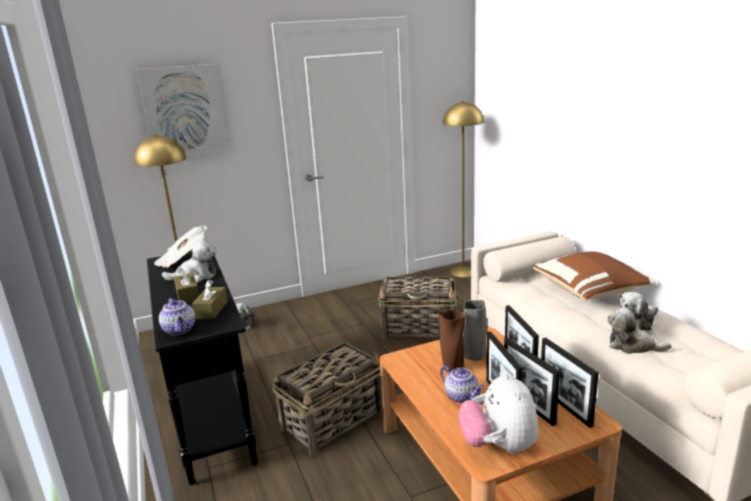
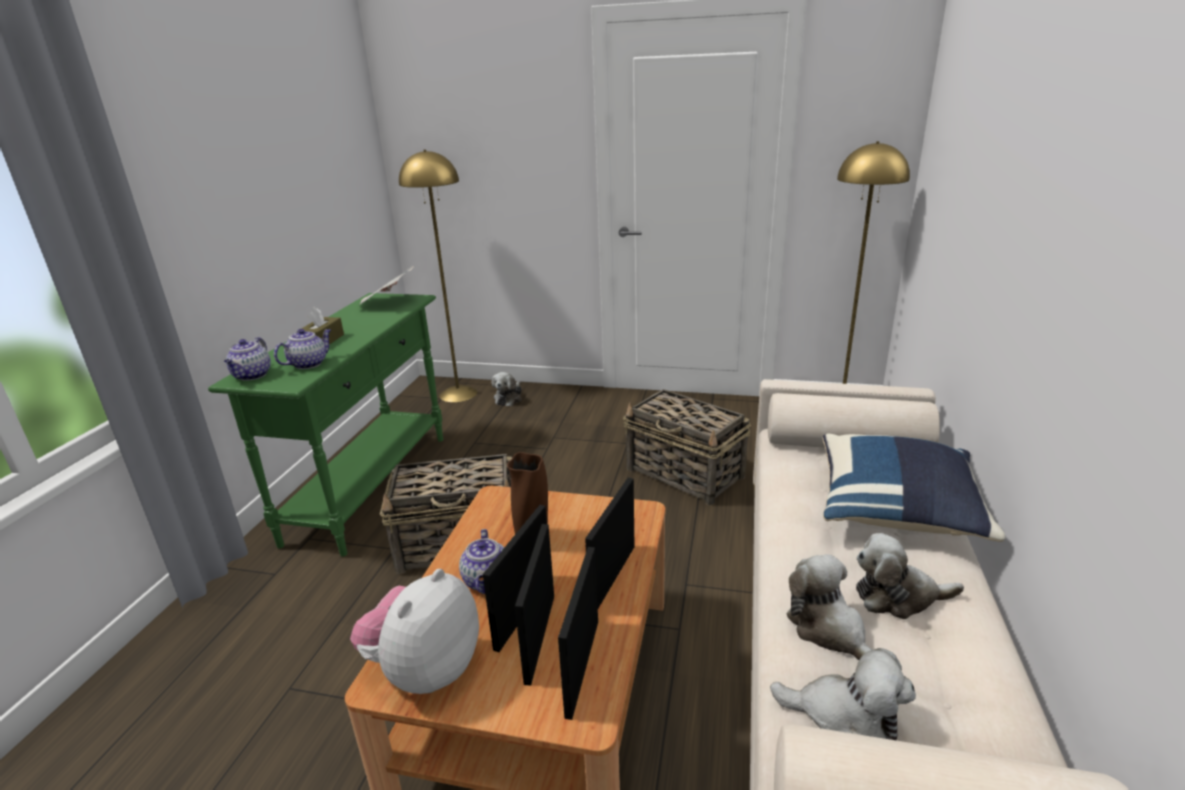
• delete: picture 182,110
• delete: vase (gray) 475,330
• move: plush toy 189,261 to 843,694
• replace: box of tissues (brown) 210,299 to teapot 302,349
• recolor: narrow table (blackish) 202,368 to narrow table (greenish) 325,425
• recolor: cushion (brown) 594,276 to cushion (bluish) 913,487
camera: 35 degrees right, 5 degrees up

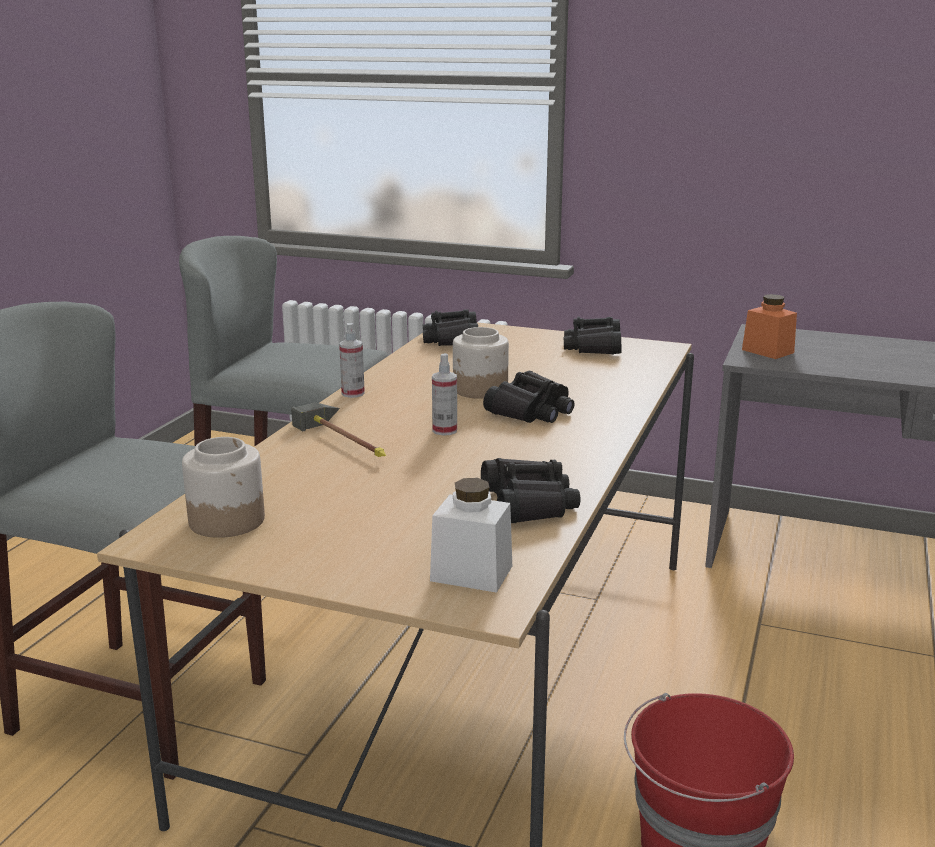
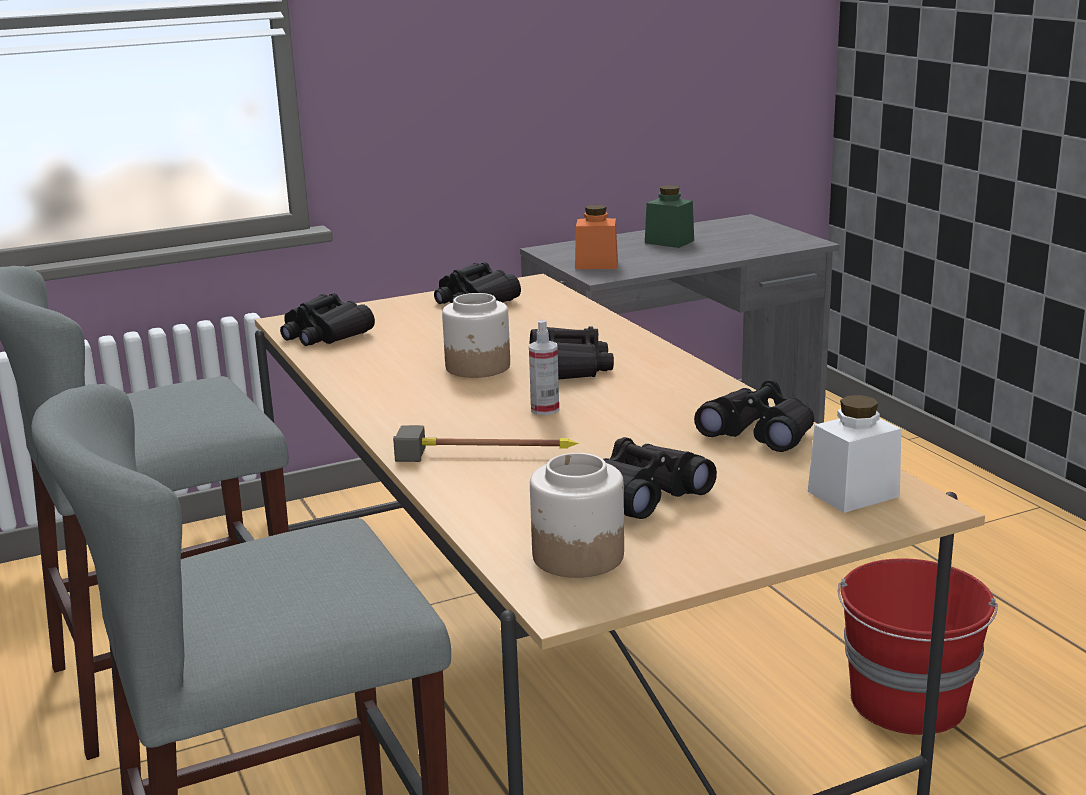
• delete: sprayer 352,360
• insert: field glasses (blackish) 660,478
• insert: preserve jar (greenish) 669,216
camera: 45 degrees left, 0 degrees up

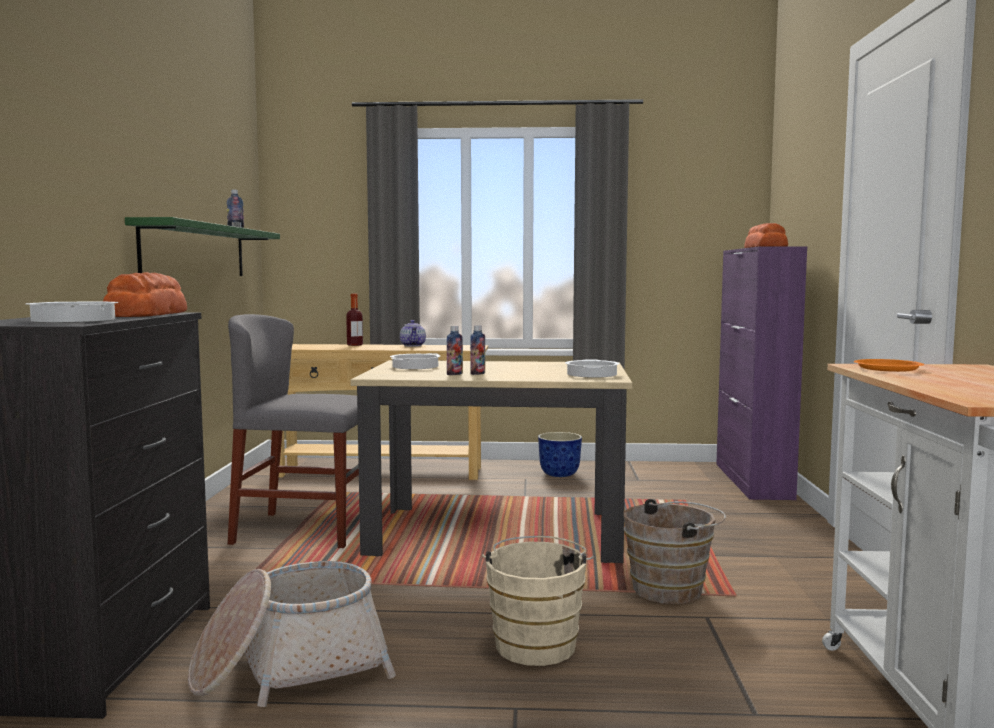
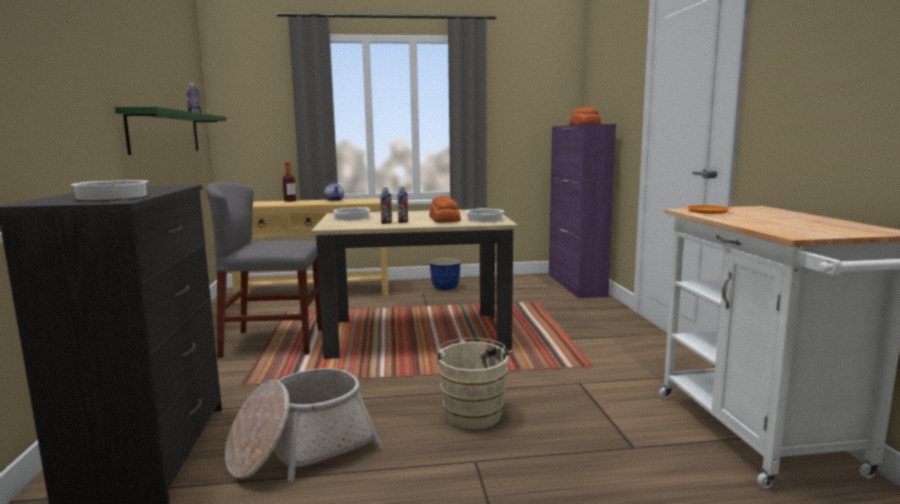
• delete: pail (brown) 675,551
• move: bread 145,294 to 445,209
camera: 10 degrees left, 5 degrees up

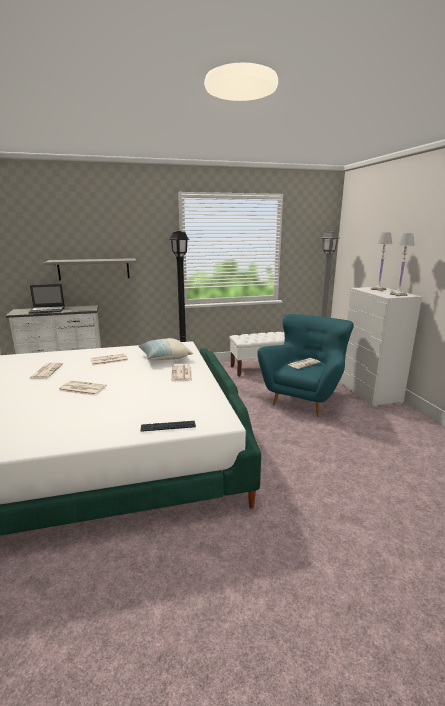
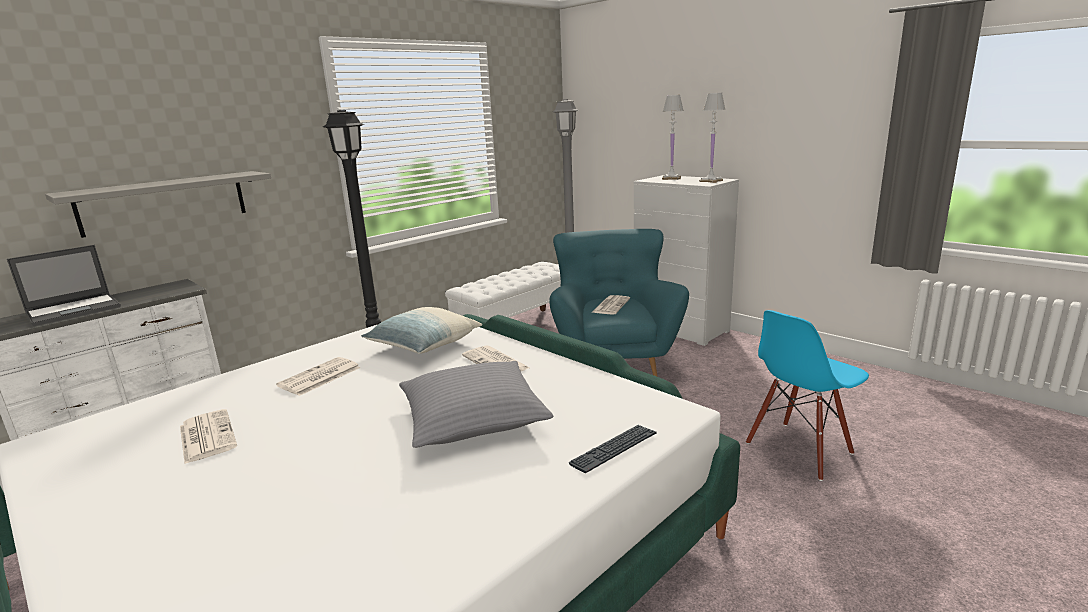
• delete: newspaper 82,388
• insert: cushion (gray) 476,404
• insert: chair (bluish) 807,395
camera: 30 degrees left, 0 degrees up

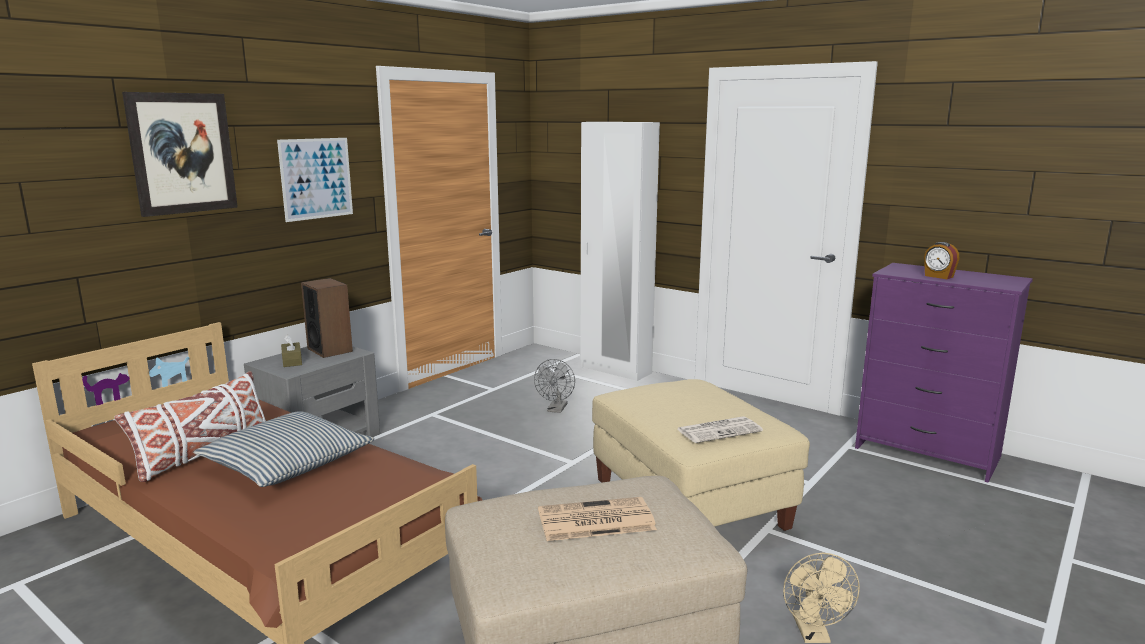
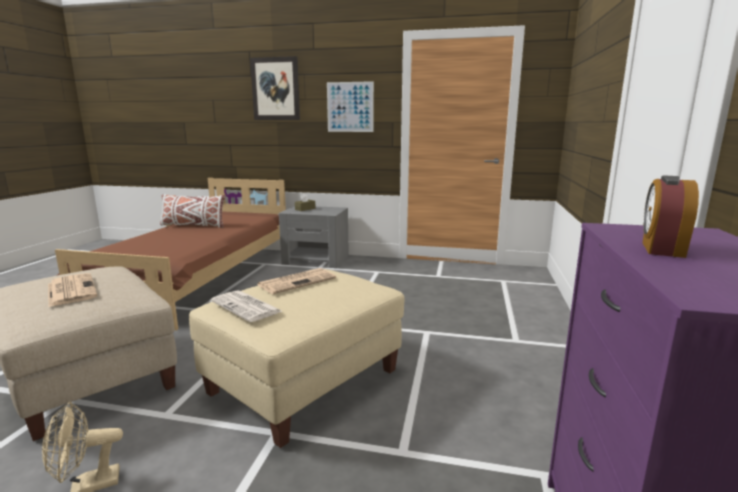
• delete: cushion 284,449
• delete: loudspeaker 327,318
• delete: fan (gray) 554,386
• delete: wardrobe (white) 620,251
• insert: newspaper 296,281
camera: 65 degrees right, 0 degrees up

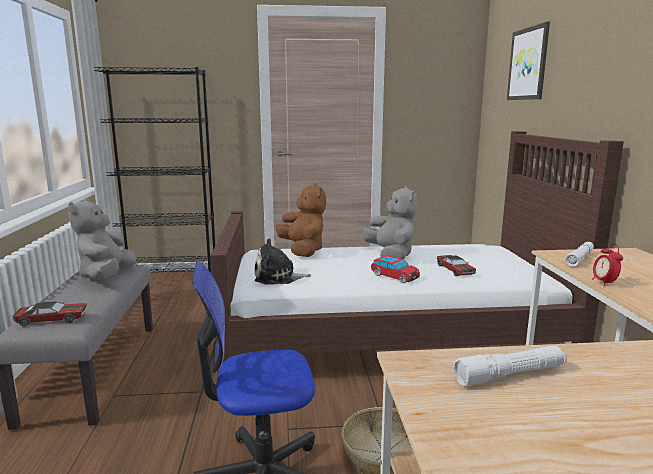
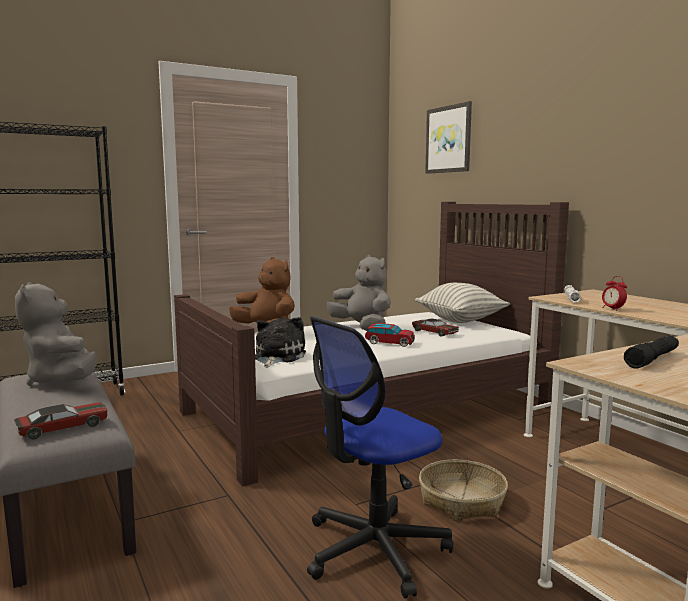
• insert: cushion 462,303
• recolor: hand torch (white) 510,366 to hand torch (blackish) 651,352
• rotate: plush toy 282,261 = 280,342 135 degrees clockwise
camera: 25 degrees left, 5 degrees down

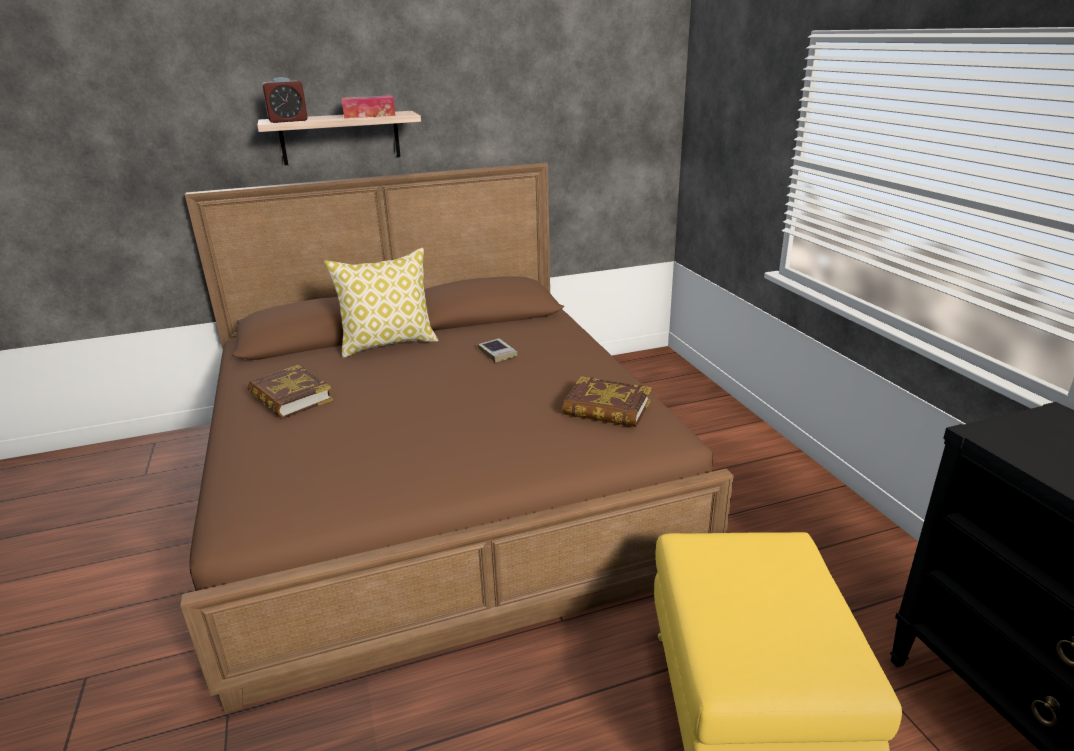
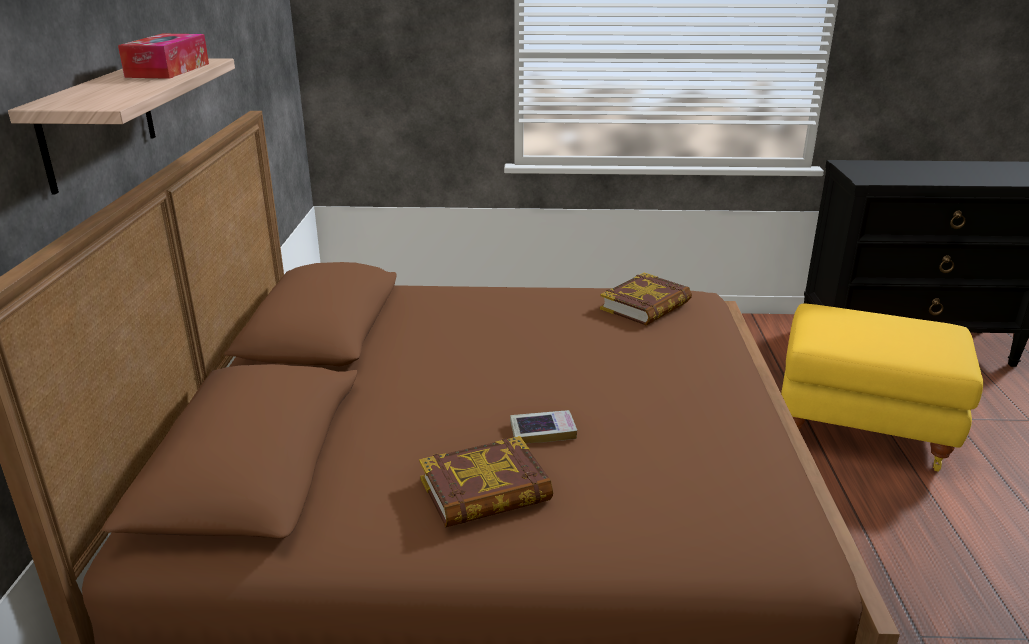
• delete: table clock 285,100
• delete: cushion 381,303
• move: bound book 497,350 to 543,427
camera: 70 degrees left, 0 degrees up

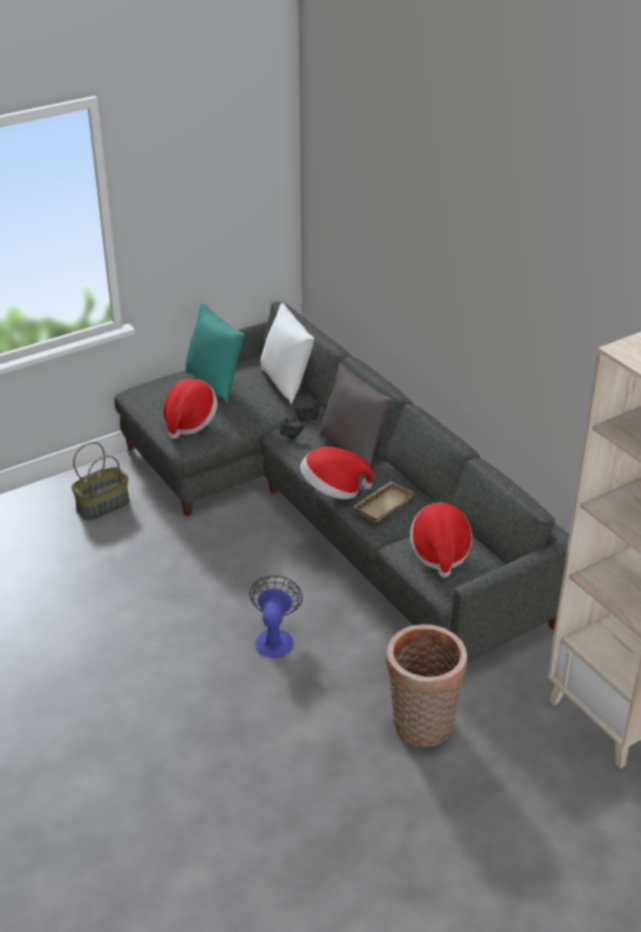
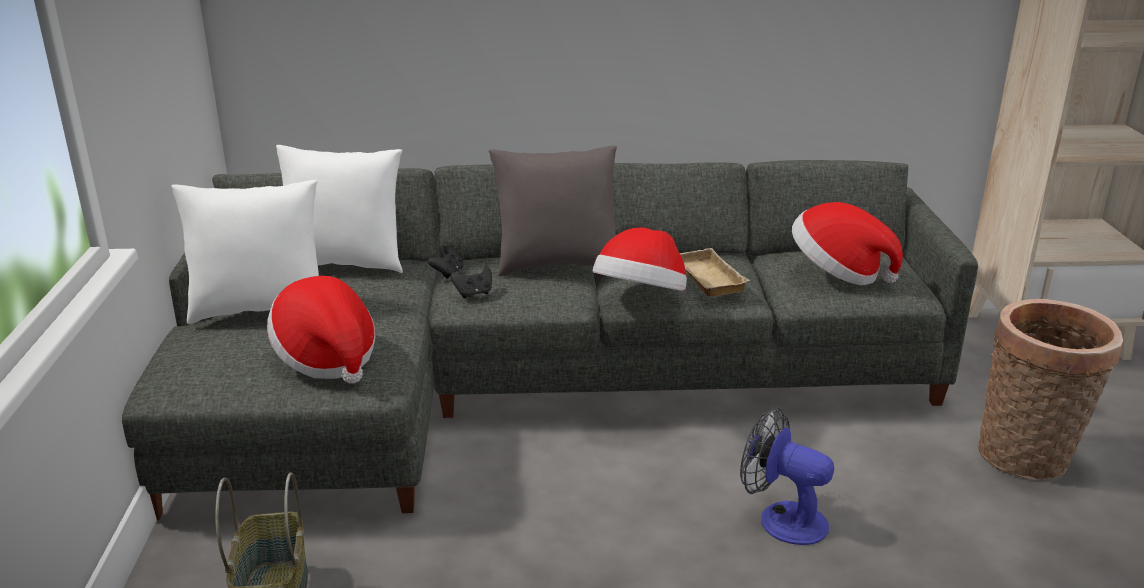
• recolor: cushion (blue-green) 215,353 to cushion (white) 245,252
camera: 60 degrees left, 10 degrees down

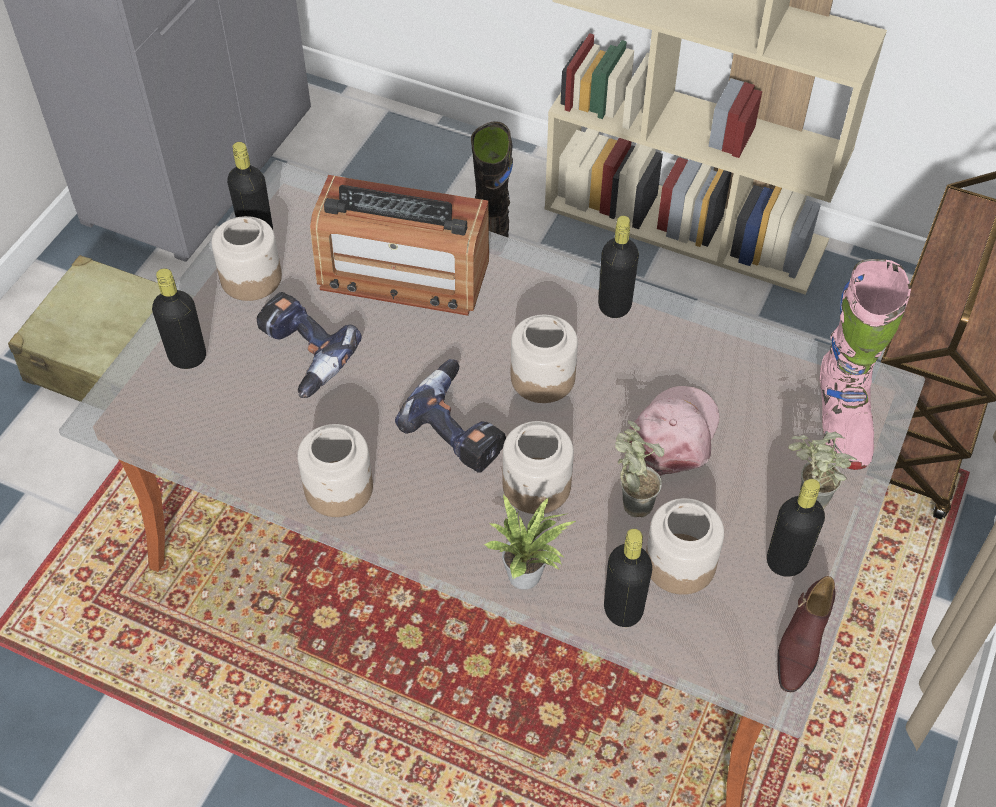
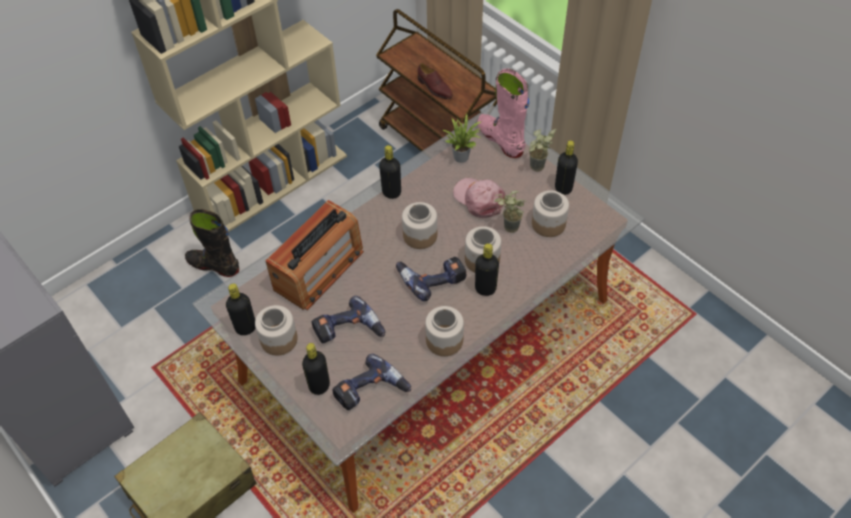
• insert: drill 372,382
• move: plant in a pot 530,541 to 462,138
• move: drink bottle (blackish) 628,578 to 487,269
• move: shoe (brown) 806,634 to 435,81
• rotate: tall boot (pink) 865,364 = 503,113 150 degrees counterclockwise
camera: 65 degrees left, 0 degrees up

